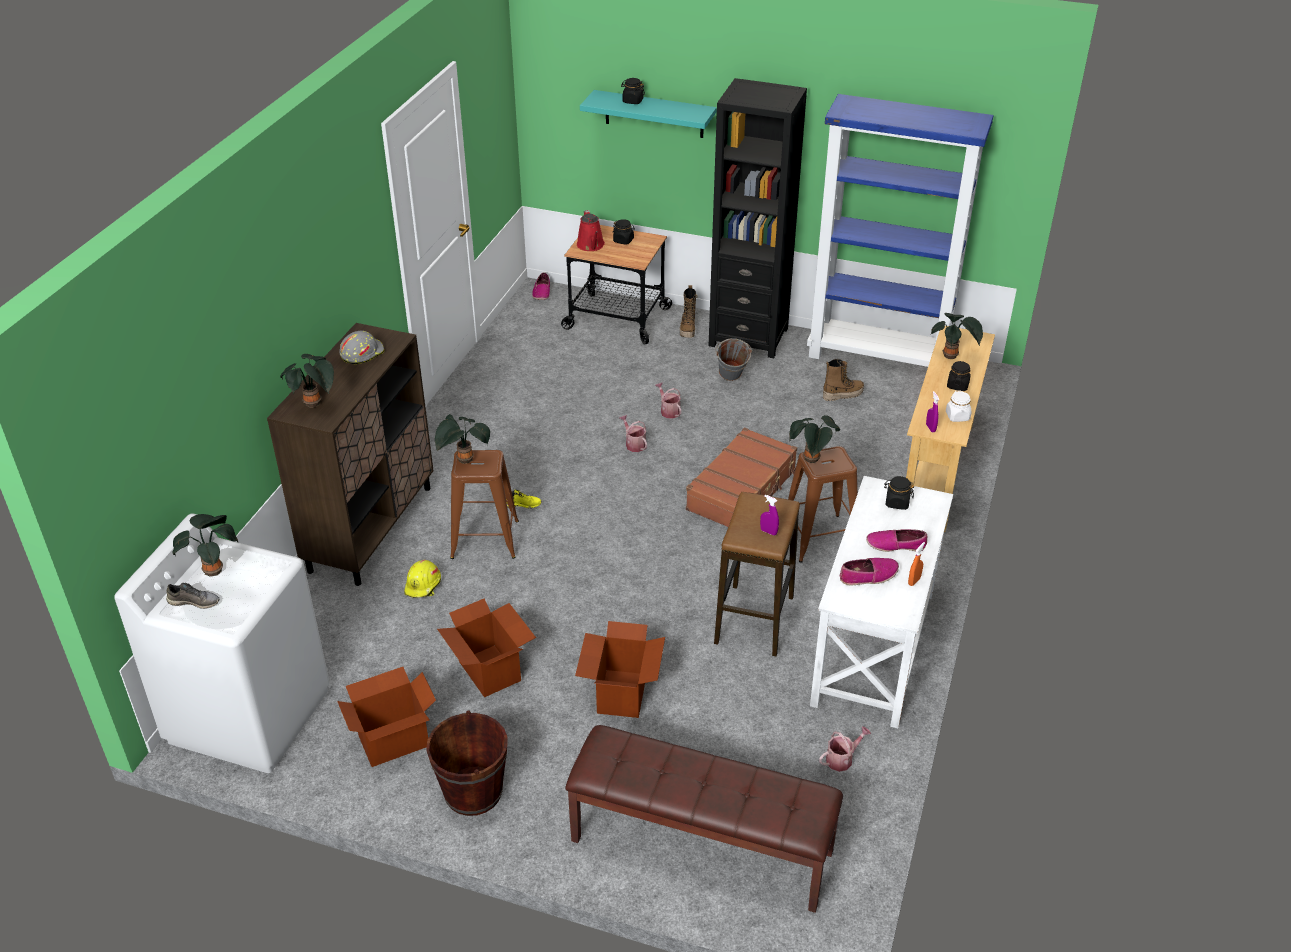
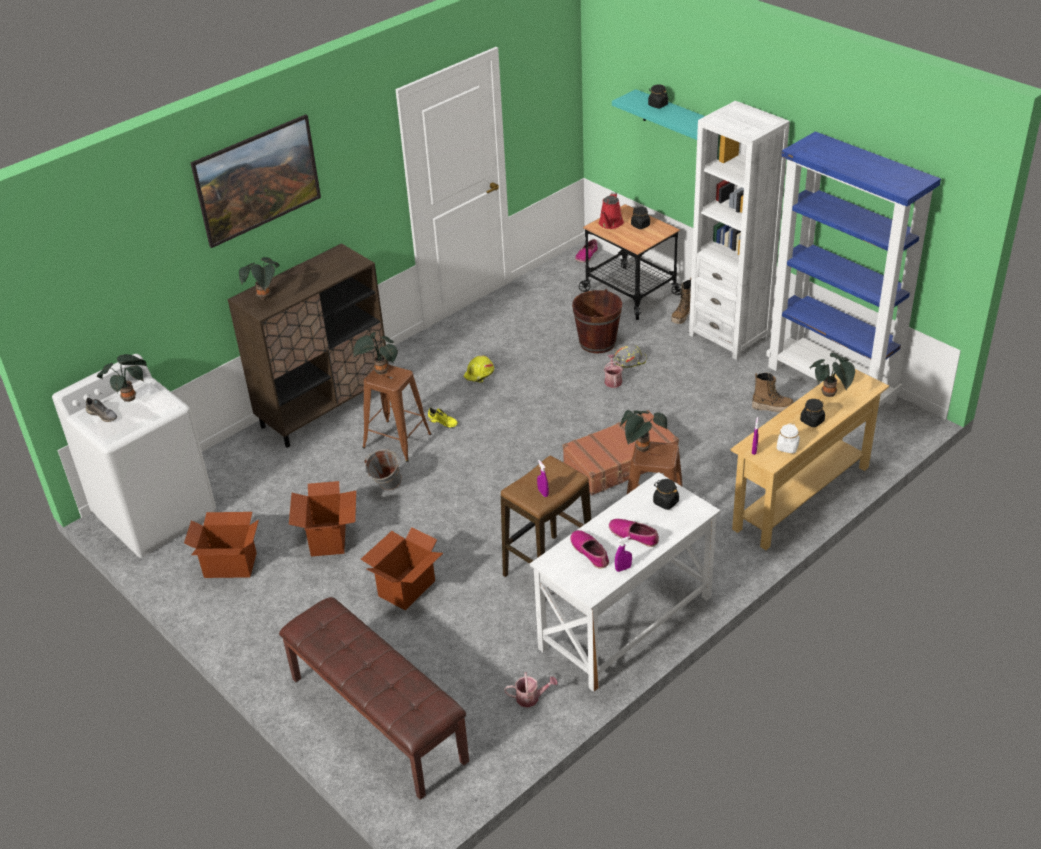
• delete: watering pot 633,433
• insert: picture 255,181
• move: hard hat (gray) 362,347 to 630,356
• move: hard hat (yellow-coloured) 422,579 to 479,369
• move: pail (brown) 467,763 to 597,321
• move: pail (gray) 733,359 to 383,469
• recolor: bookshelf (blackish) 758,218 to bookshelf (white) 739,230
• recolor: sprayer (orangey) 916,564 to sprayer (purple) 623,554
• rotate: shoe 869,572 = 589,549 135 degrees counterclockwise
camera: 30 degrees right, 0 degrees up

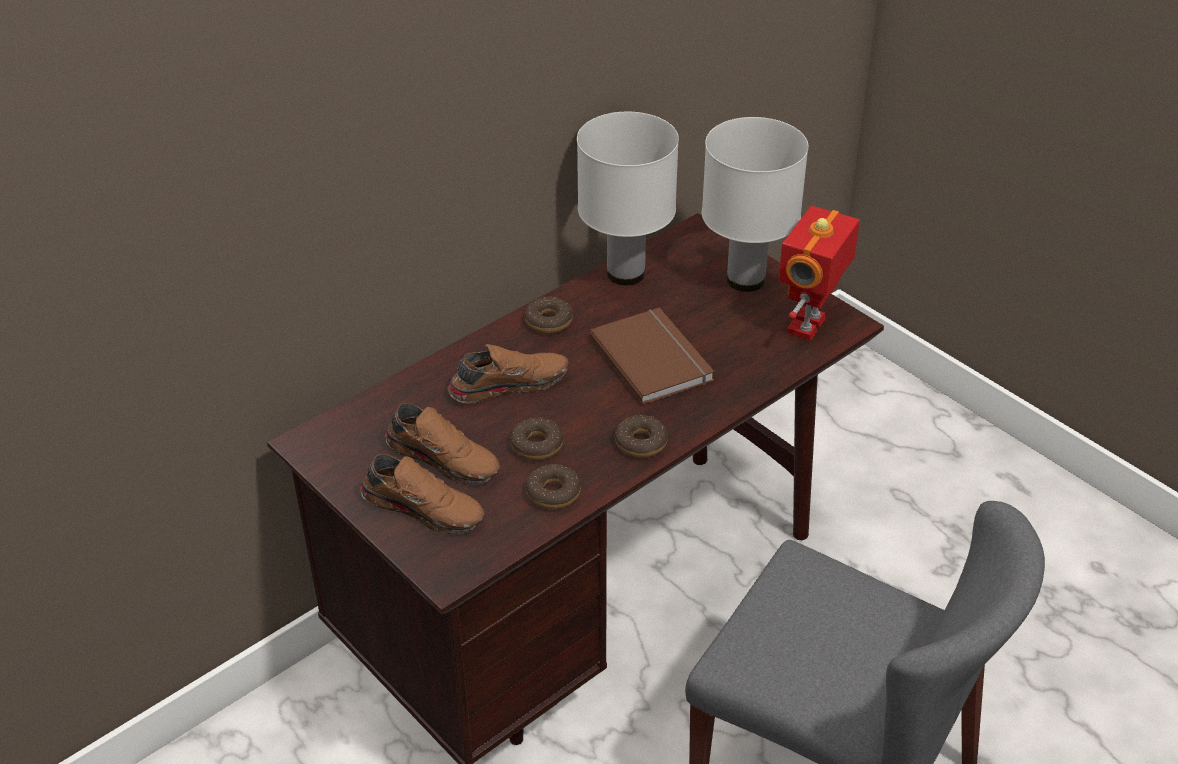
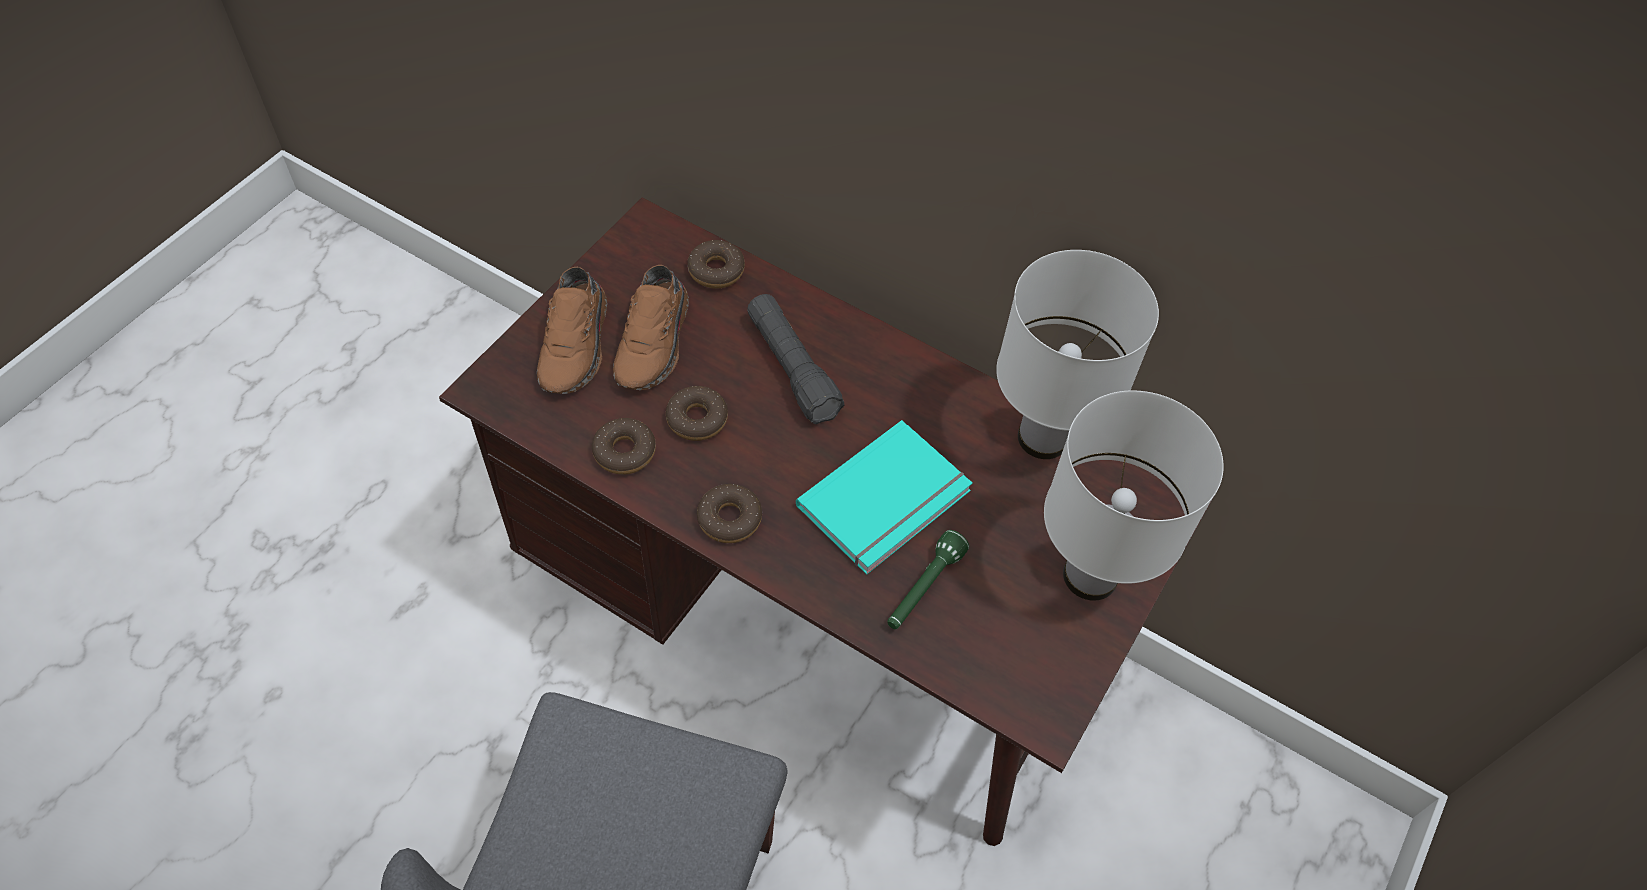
• delete: toy robot 819,273
• insert: hand torch (greenish) 928,579
• move: donut 549,315 to 716,264
• replace: shoe (brown) 508,374 to hand torch (blackish) 795,359
• recolor: bound book (brown) 652,356 to bound book (blue-green) 884,497
camera: 70 degrees right, 15 degrees up

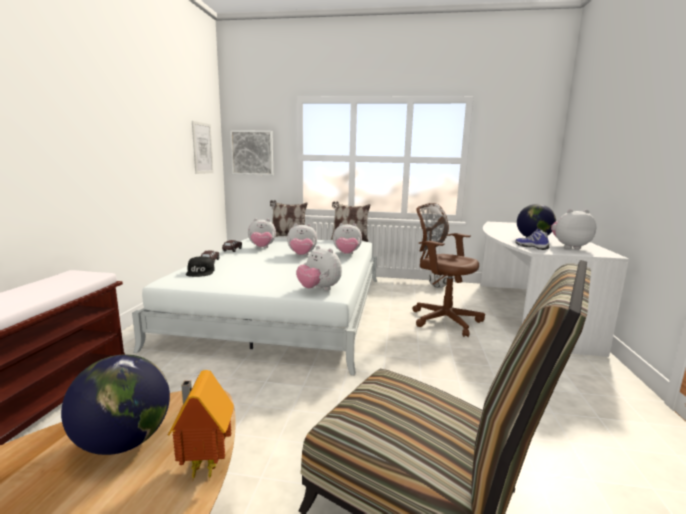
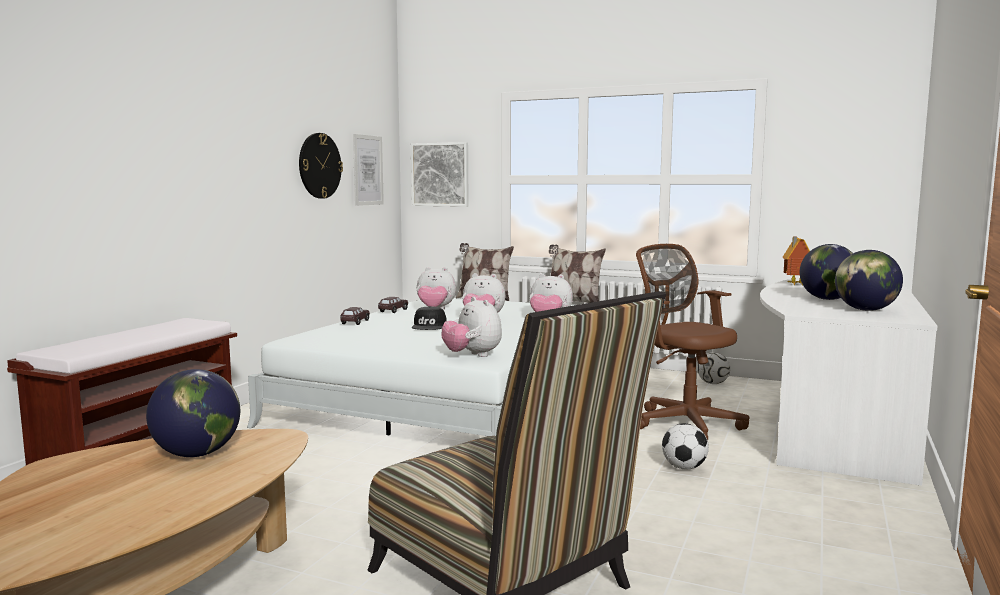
• delete: shoe 532,239
• insert: clock on the wall 321,166
• insert: football 685,446
• move: miniature house 201,425 to 796,261
• move: cap (blackish) 200,267 to 429,318
• replace: plush toy 573,229 to desk globe 869,280
camera: 15 degrees right, 5 degrees down

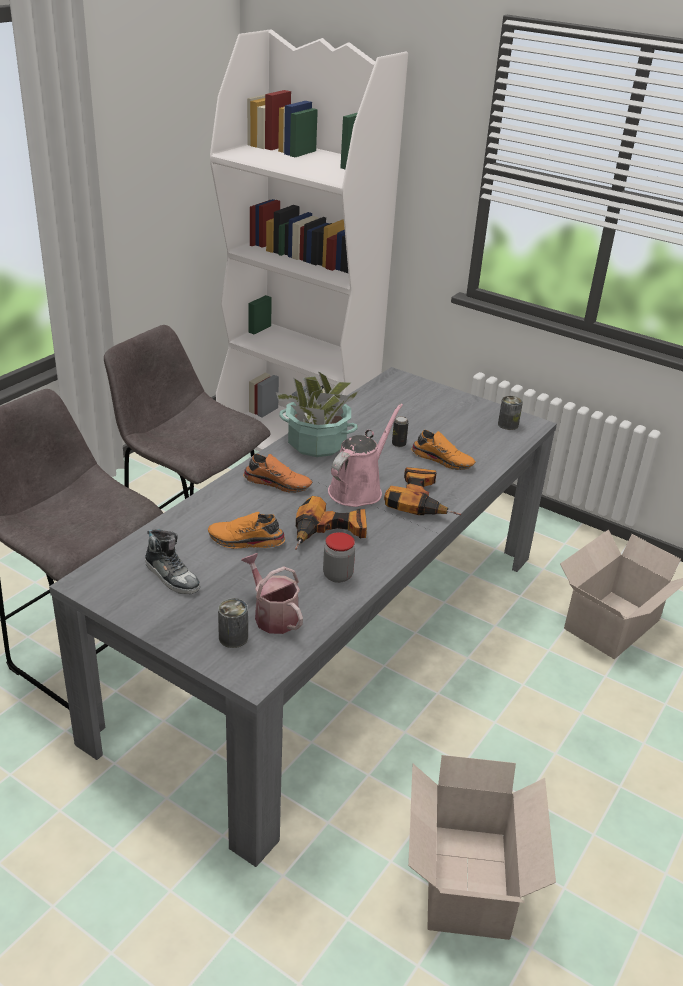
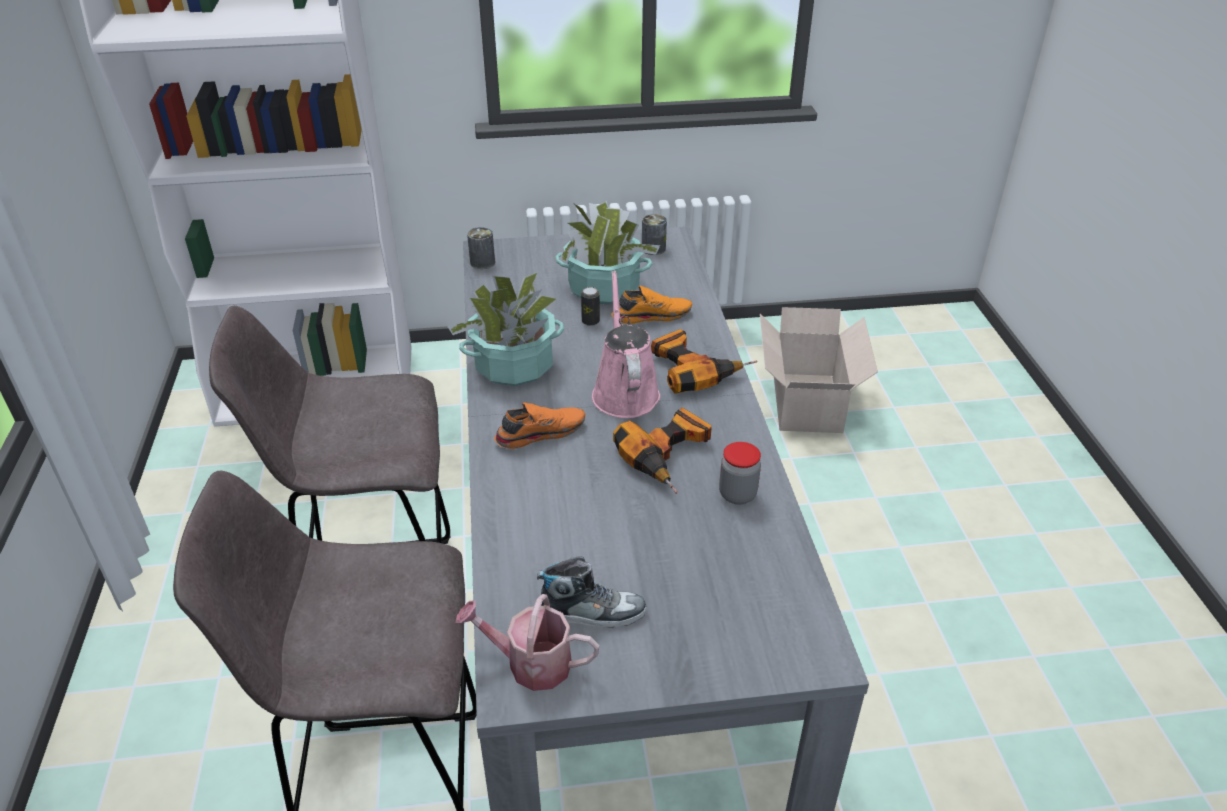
• delete: shoe (orangey) 246,530
• delete: cardboard box 482,847
• insert: plant in a pot 607,252
• move: can 233,623 to 481,248
• move: watering pot 272,593 to 527,642
camera: 40 degrees left, 5 degrees up

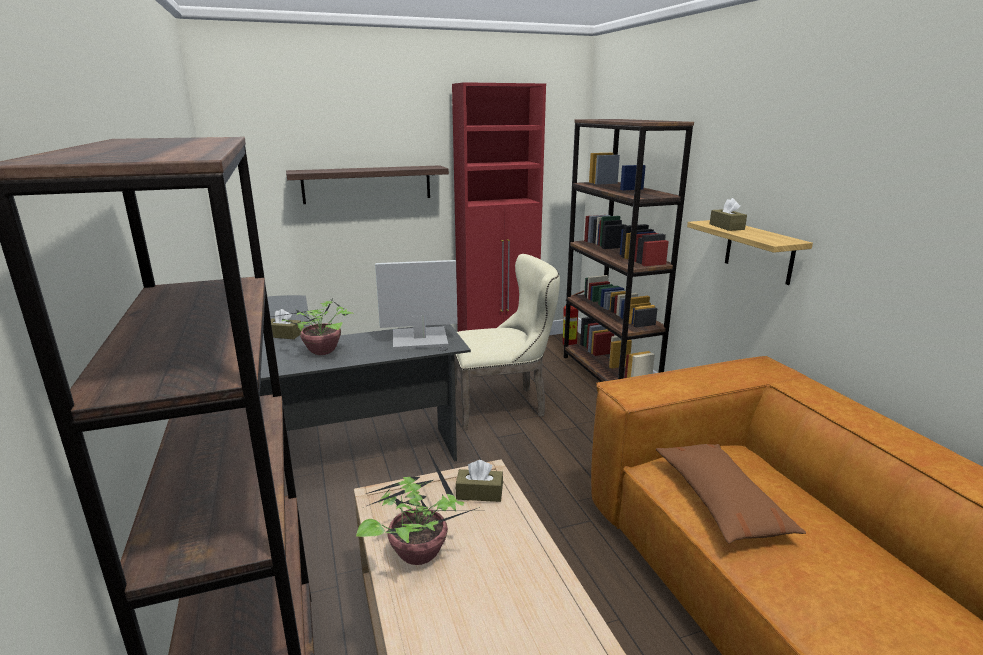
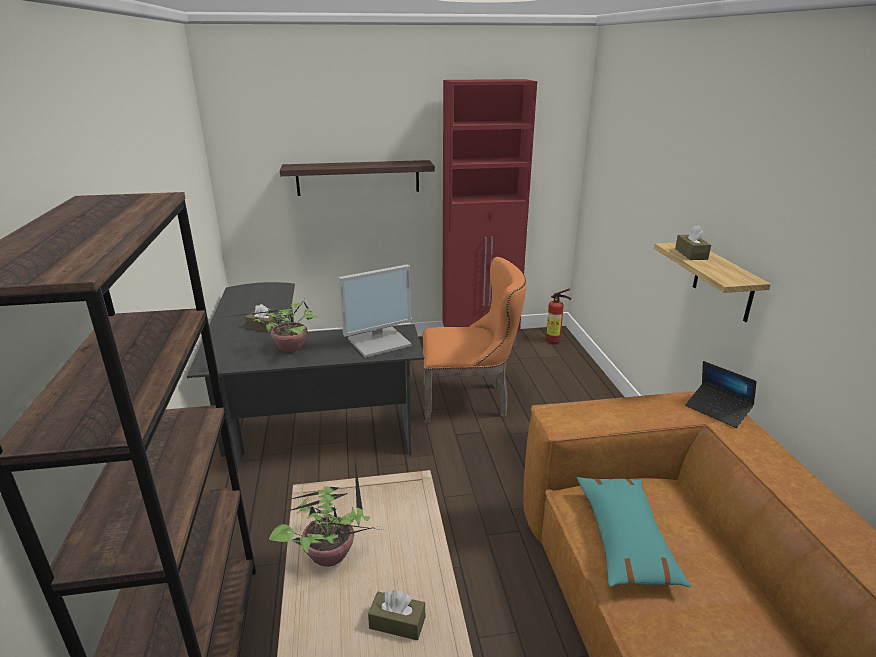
• delete: bookshelf (brown) 629,250
• insert: notebook computer 721,394
• move: box of tissues (brown) 479,481 to 396,615
• recolor: chair (beige) 507,342 to chair (orangey) 475,340
• recolor: cushion (brown) 731,494 to cushion (blue-green) 634,532
• rotate: computer screen 416,305 = 375,311 150 degrees clockwise
camera: 10 degrees right, 5 degrees up

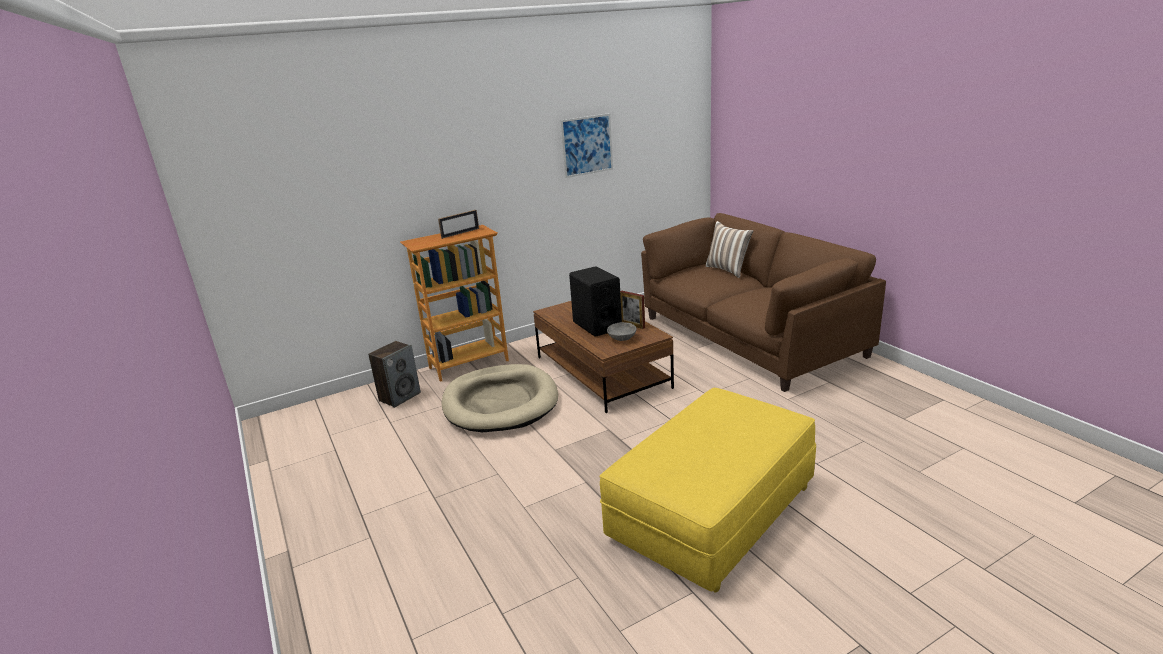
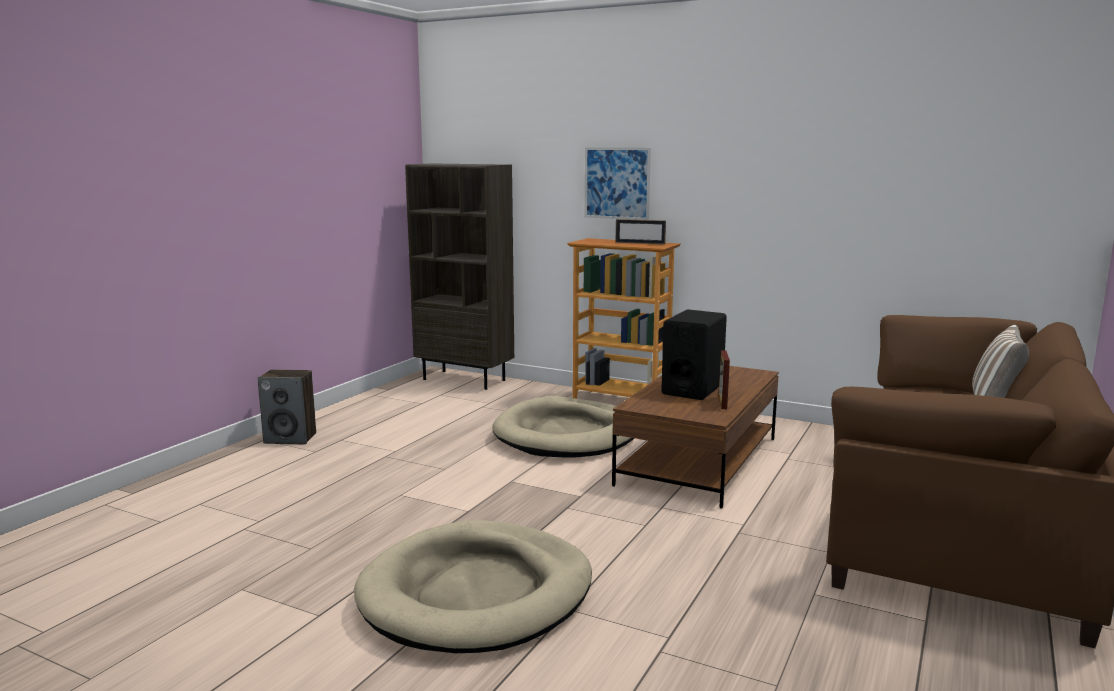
• delete: serving bowl (gray) 622,331
• insert: bookshelf (brown) 459,276
• move: loudspeaker 394,374 to 287,407
• move: picture 586,145 to 618,183
• replace: ottoman (yellow-coloured) 707,490 to dog bed (beige) 473,586
camera: 55 degrees right, 10 degrees down

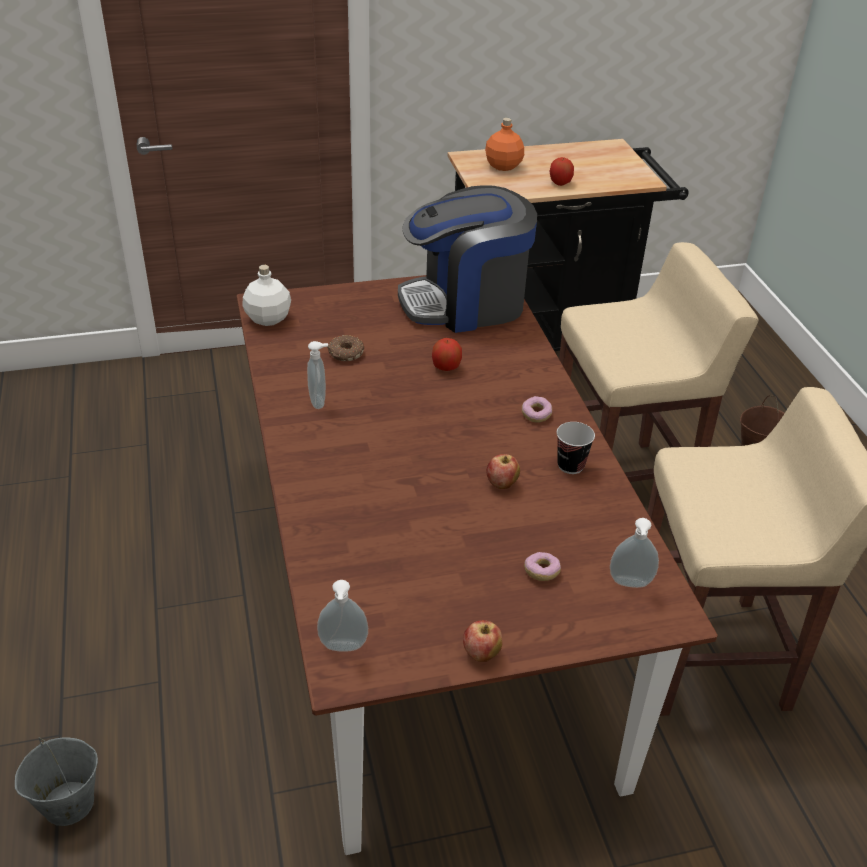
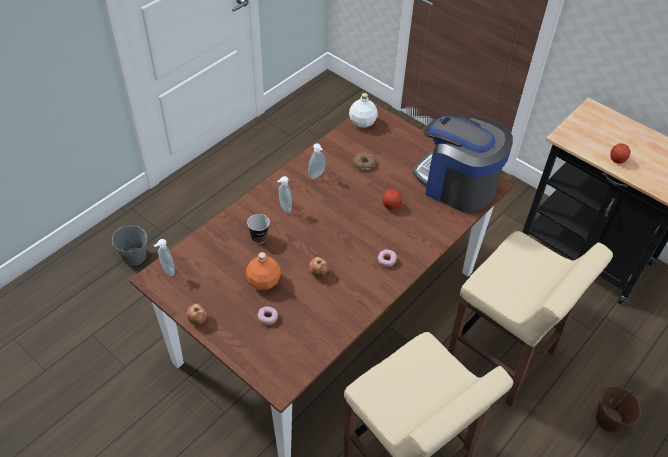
• move: drink bottle (orangey) 504,144 to 263,271
• move: cup 576,448 to 258,229
• move: soap dispenser 634,553 to 284,194
camera: 55 degrees right, 10 degrees up

